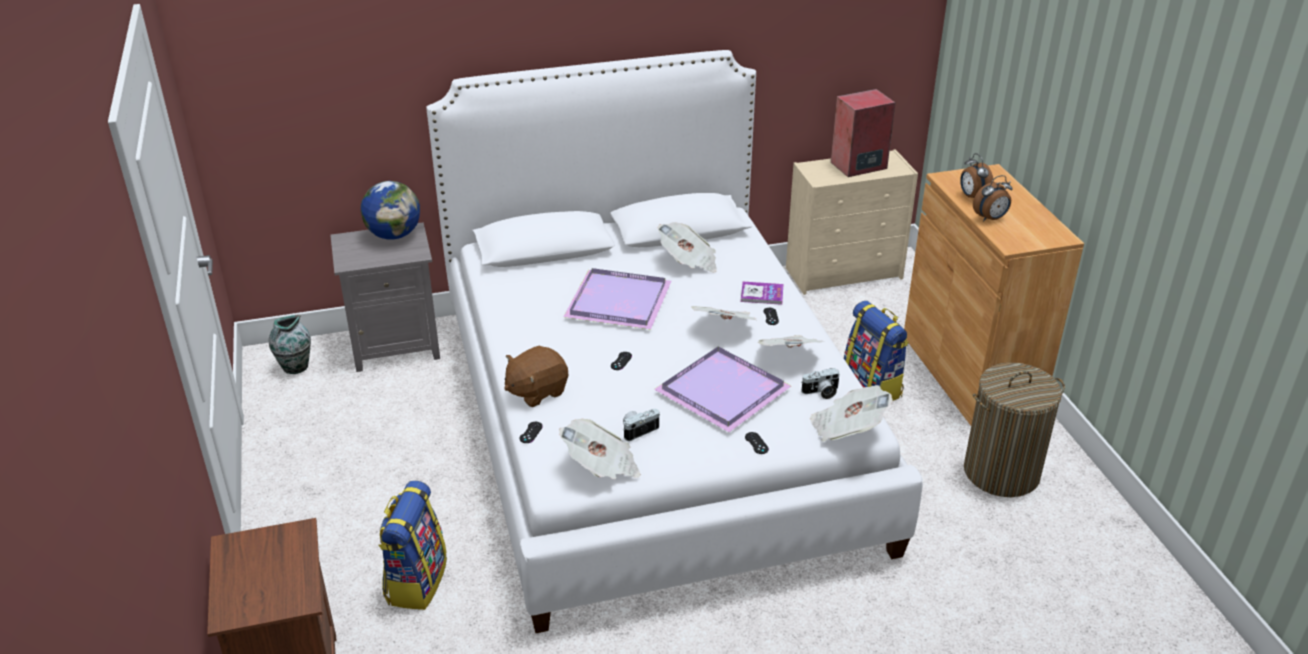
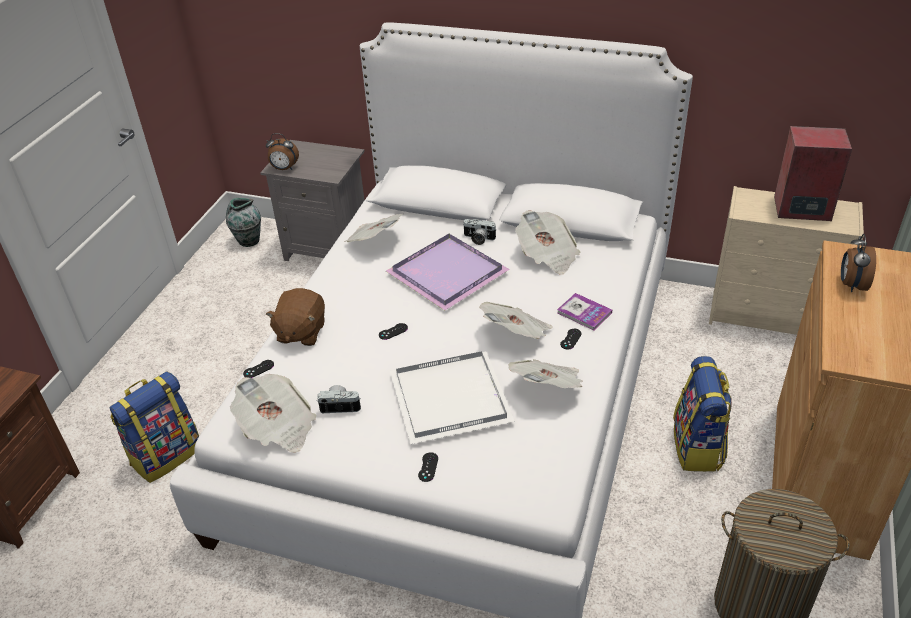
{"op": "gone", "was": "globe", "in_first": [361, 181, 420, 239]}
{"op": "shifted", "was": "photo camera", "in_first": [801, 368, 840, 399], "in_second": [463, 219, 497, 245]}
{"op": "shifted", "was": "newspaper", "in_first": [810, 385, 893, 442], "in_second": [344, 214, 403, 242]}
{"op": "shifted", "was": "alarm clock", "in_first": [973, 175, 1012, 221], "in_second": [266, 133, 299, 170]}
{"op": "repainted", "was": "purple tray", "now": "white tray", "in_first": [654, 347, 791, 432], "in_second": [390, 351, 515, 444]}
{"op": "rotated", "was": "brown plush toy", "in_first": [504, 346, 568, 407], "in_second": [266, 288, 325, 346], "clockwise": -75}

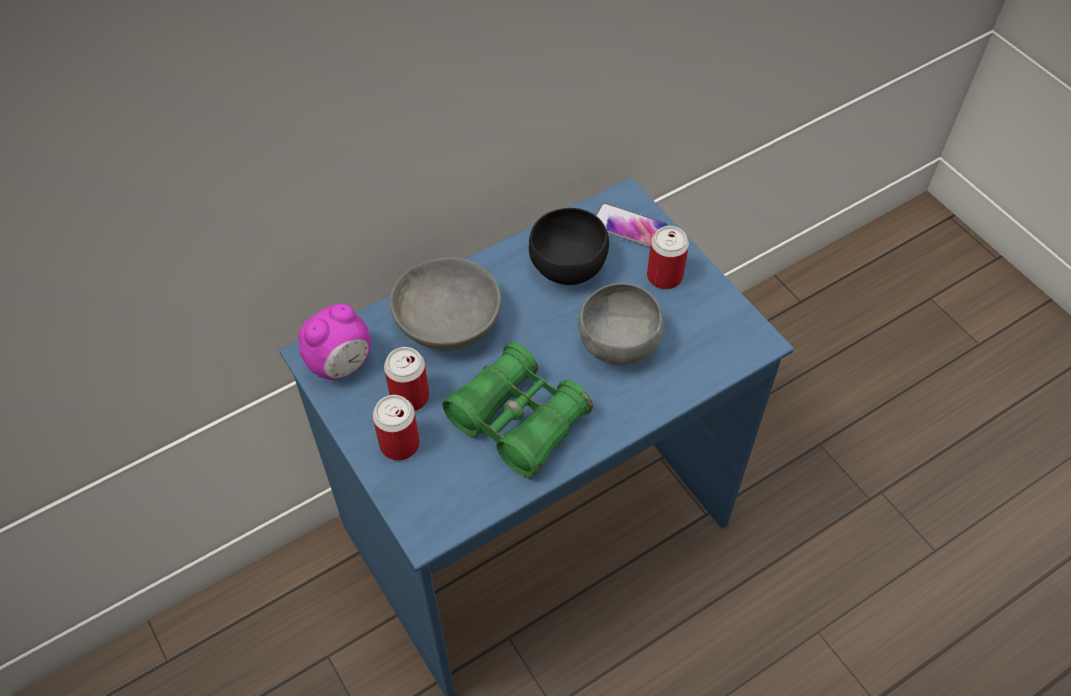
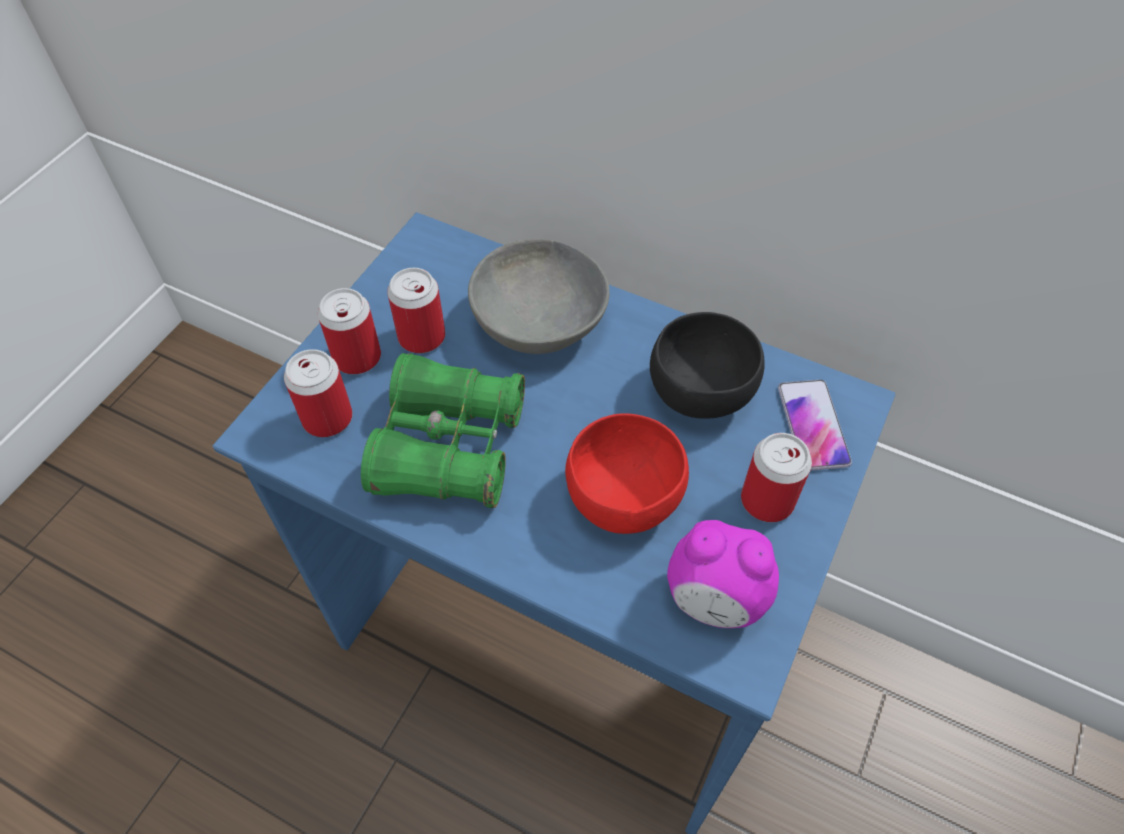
{"op": "new", "now": "can", "in_second": [284, 349, 352, 437]}
{"op": "shifted", "was": "alarm clock", "in_first": [298, 304, 371, 380], "in_second": [667, 520, 779, 628]}
{"op": "repainted", "was": "grey bowl", "now": "red bowl", "in_first": [578, 283, 664, 365], "in_second": [565, 413, 689, 534]}

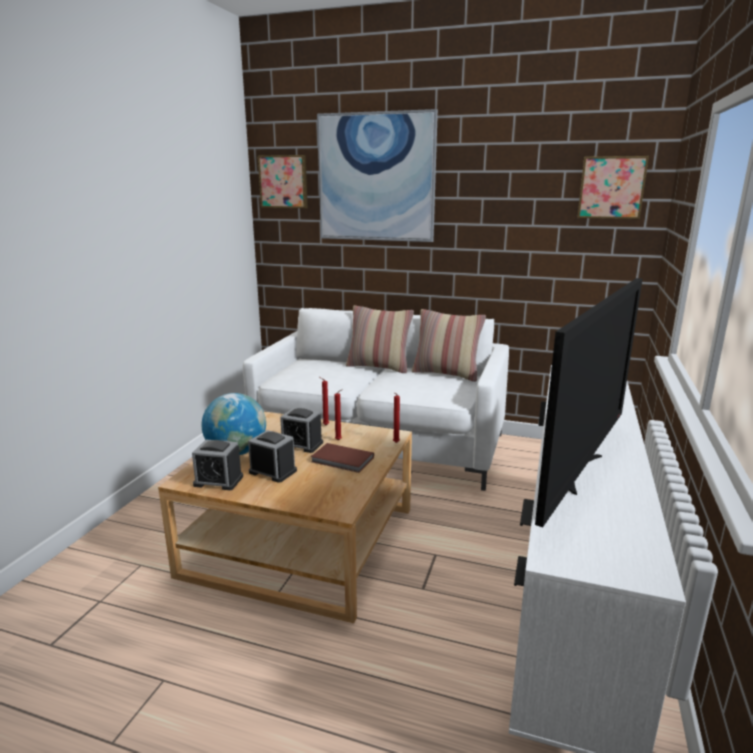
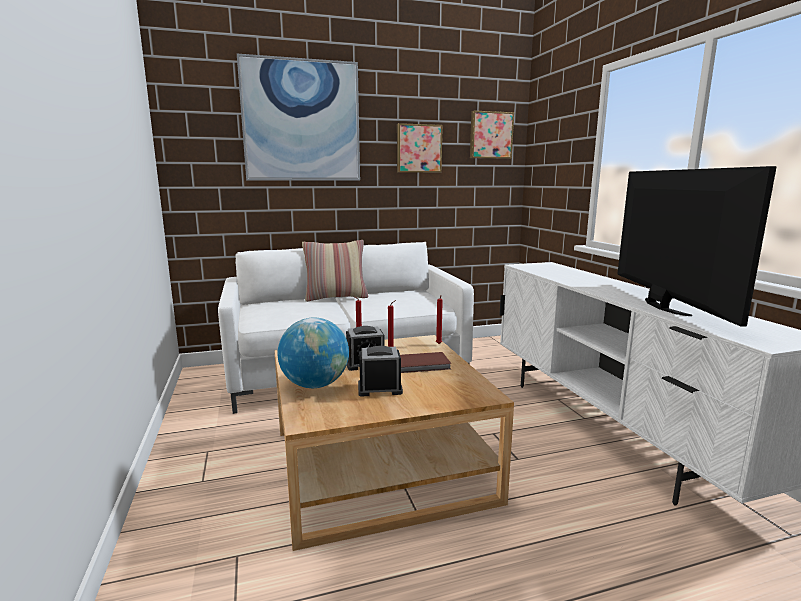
{"op": "gone", "was": "alarm clock", "in_first": [192, 440, 243, 490]}
{"op": "gone", "was": "pillow", "in_first": [412, 309, 486, 382]}
{"op": "shifted", "was": "picture", "in_first": [258, 155, 308, 208], "in_second": [397, 123, 443, 173]}

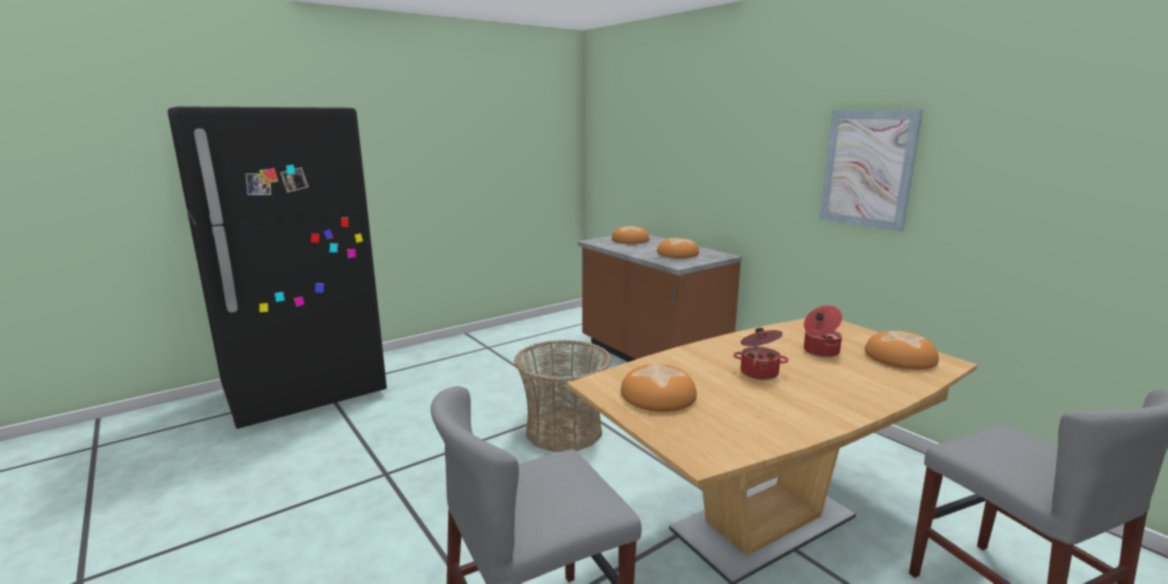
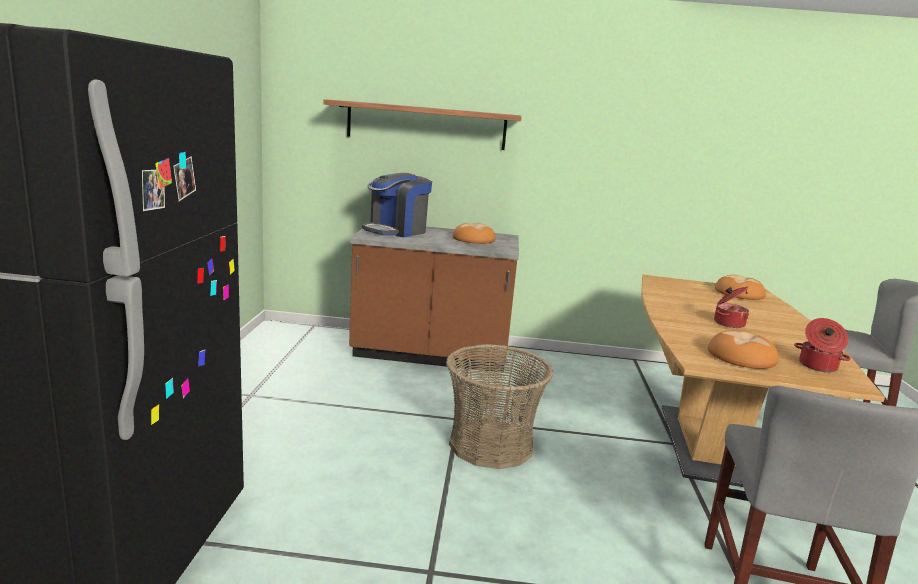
{"op": "gone", "was": "picture", "in_first": [820, 110, 923, 232]}
{"op": "new", "now": "shelf", "in_second": [323, 99, 522, 150]}
{"op": "shifted", "was": "cooking pot", "in_first": [804, 305, 842, 357], "in_second": [794, 318, 851, 372]}
{"op": "swapped", "was": "bread", "now": "coffee machine", "in_first": [612, 226, 649, 244], "in_second": [362, 173, 432, 237]}

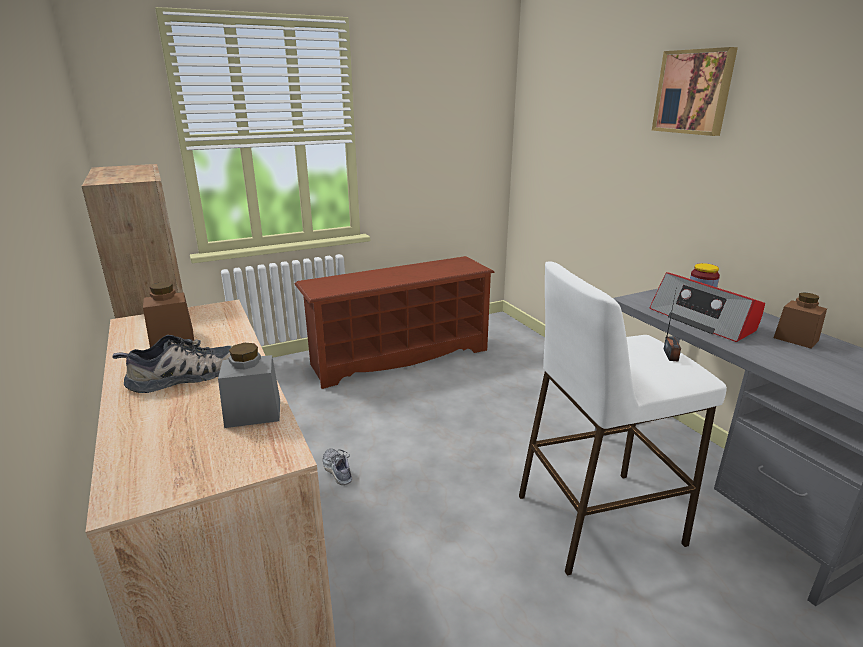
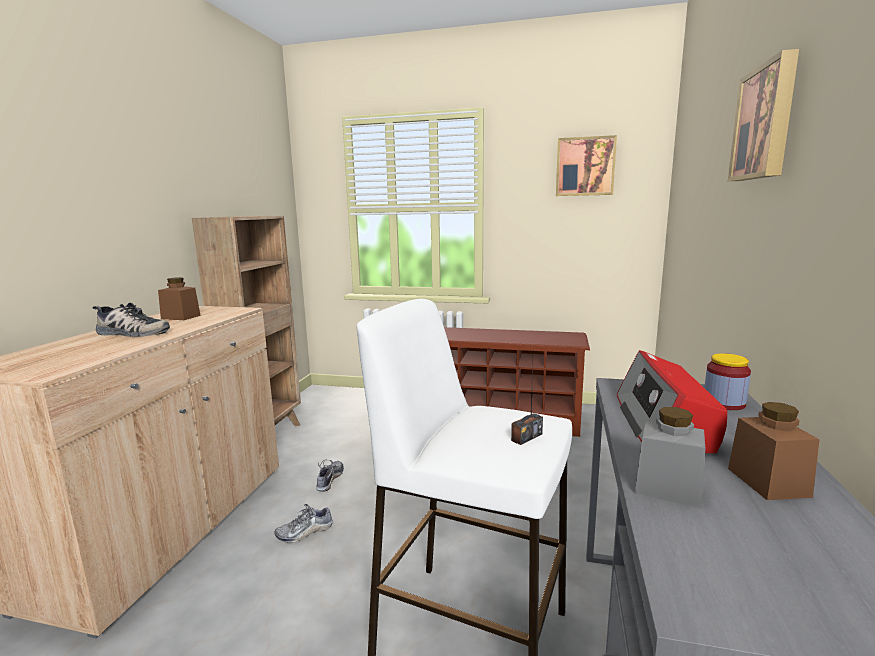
{"op": "new", "now": "shoe", "in_second": [275, 504, 333, 543]}
{"op": "new", "now": "picture", "in_second": [556, 135, 617, 196]}
{"op": "shifted", "was": "grey jar", "in_first": [218, 343, 280, 428], "in_second": [635, 407, 705, 508]}

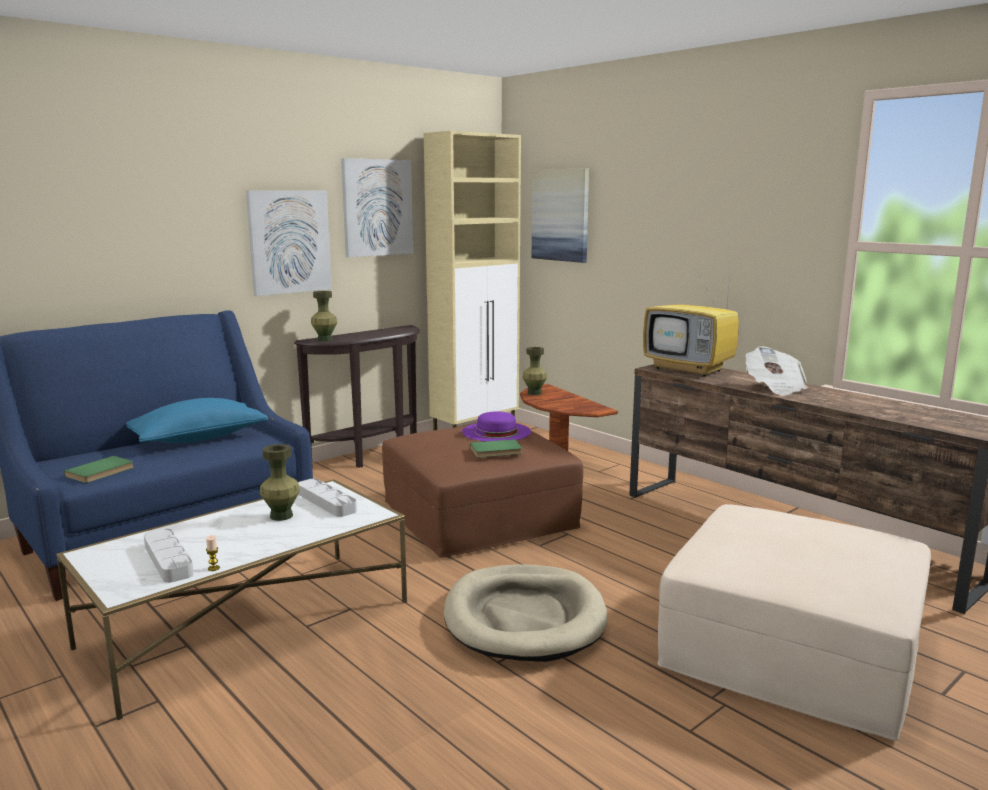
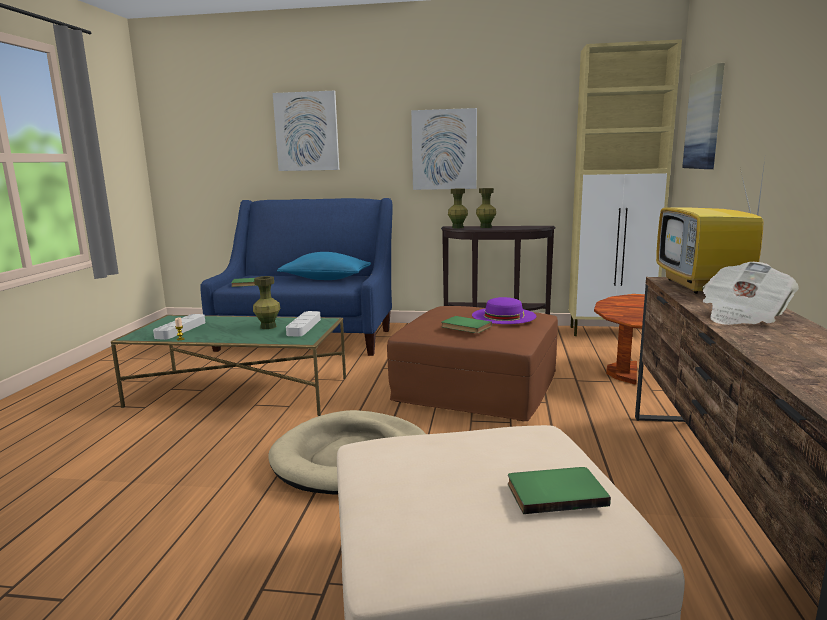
{"op": "new", "now": "green book", "in_second": [508, 467, 611, 514]}
{"op": "shifted", "was": "picture", "in_first": [341, 158, 413, 257], "in_second": [273, 91, 339, 171]}
{"op": "shifted", "was": "green vase", "in_first": [522, 347, 547, 395], "in_second": [476, 188, 496, 228]}
{"op": "repainted", "was": "white coffee table", "now": "green coffee table", "in_first": [56, 479, 407, 720], "in_second": [111, 315, 346, 416]}

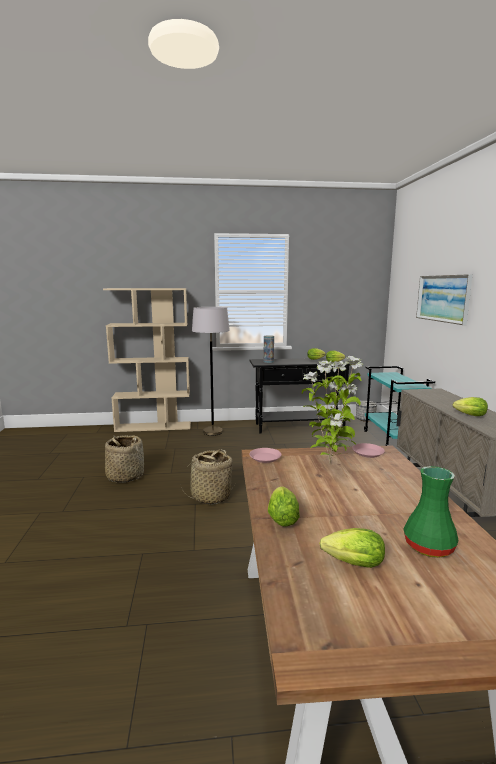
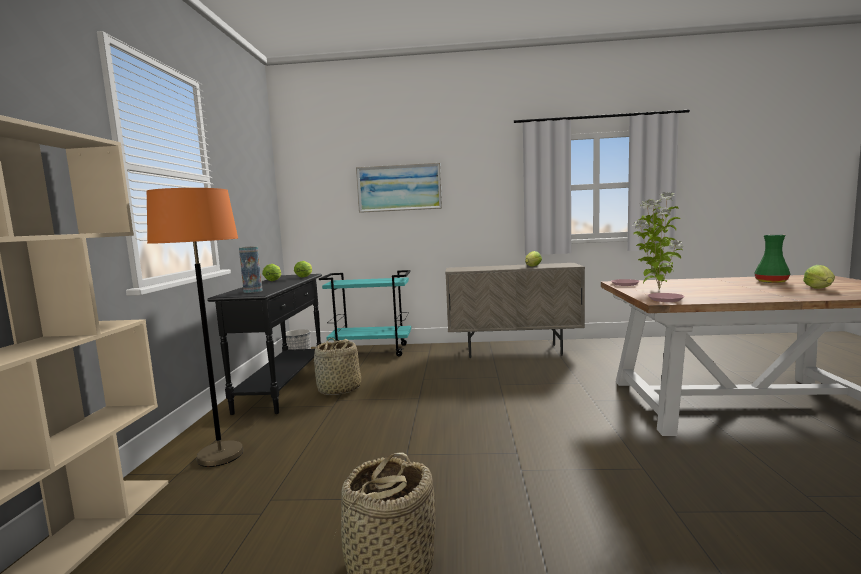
{"op": "gone", "was": "lettuce", "in_first": [268, 486, 300, 527]}
{"op": "shifted", "was": "basket", "in_first": [181, 449, 234, 504], "in_second": [314, 338, 361, 395]}
{"op": "repainted", "was": "grey floor lamp", "now": "orange floor lamp", "in_first": [192, 307, 230, 436], "in_second": [146, 188, 244, 467]}

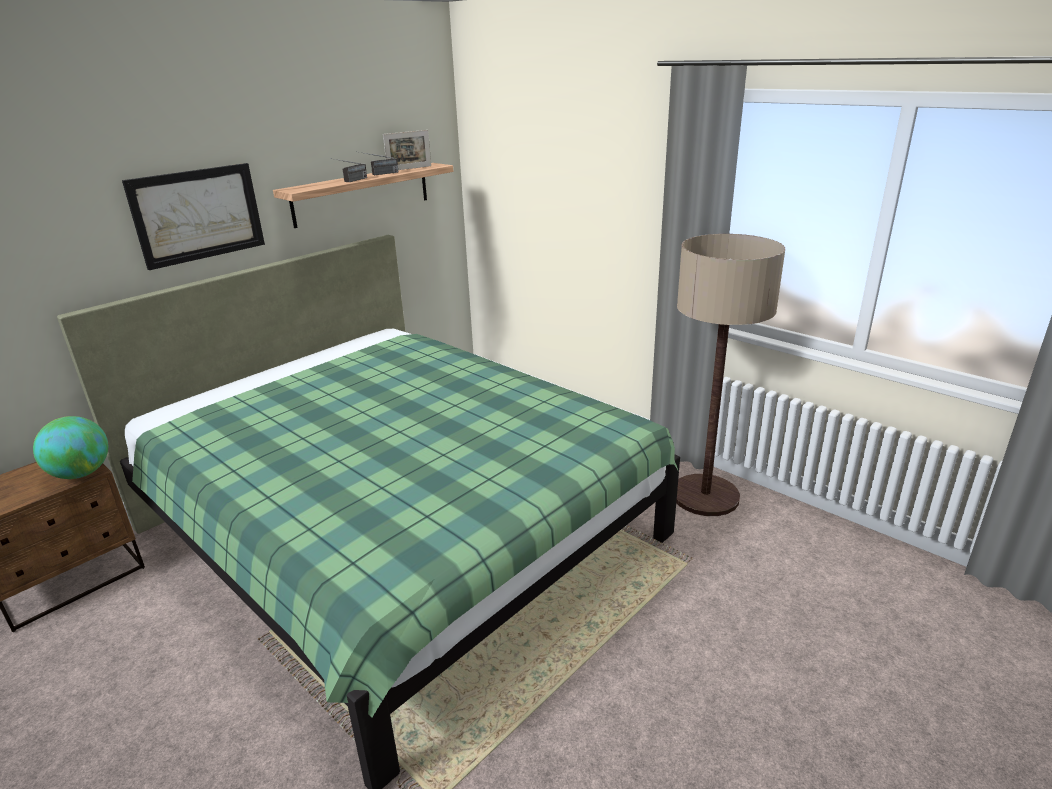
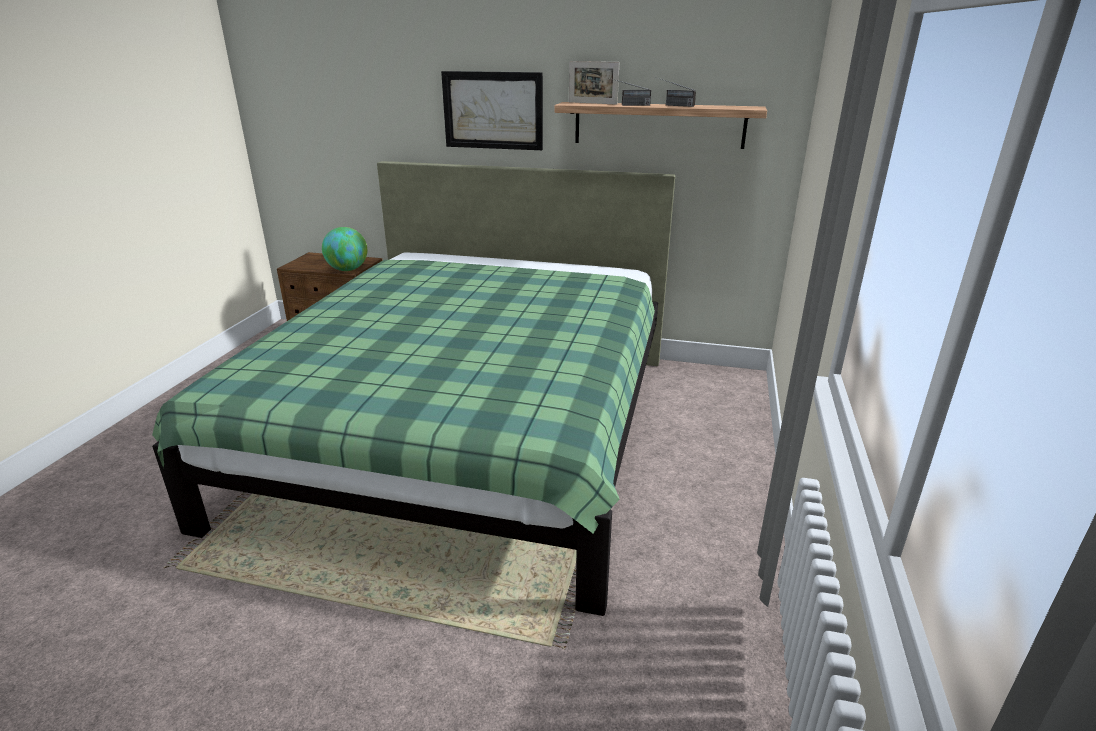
{"op": "gone", "was": "floor lamp", "in_first": [676, 234, 785, 516]}
{"op": "shifted", "was": "picture frame", "in_first": [383, 130, 431, 170], "in_second": [569, 61, 619, 105]}

